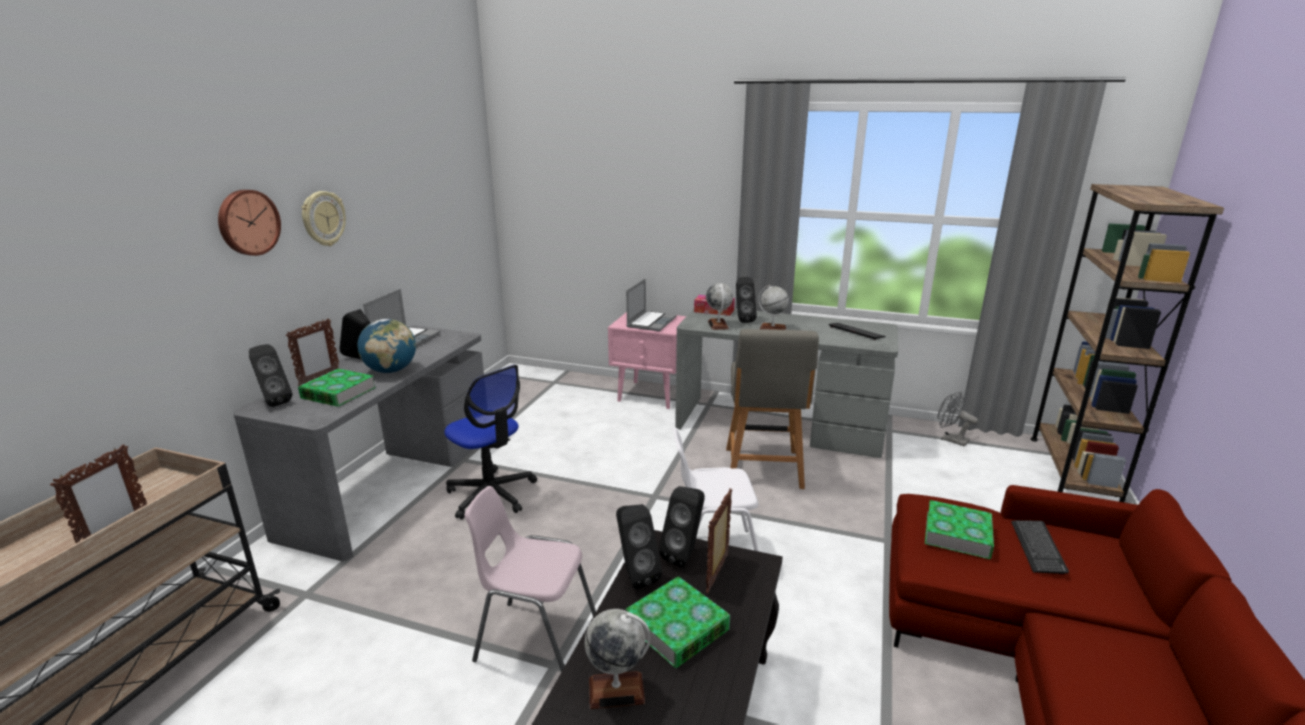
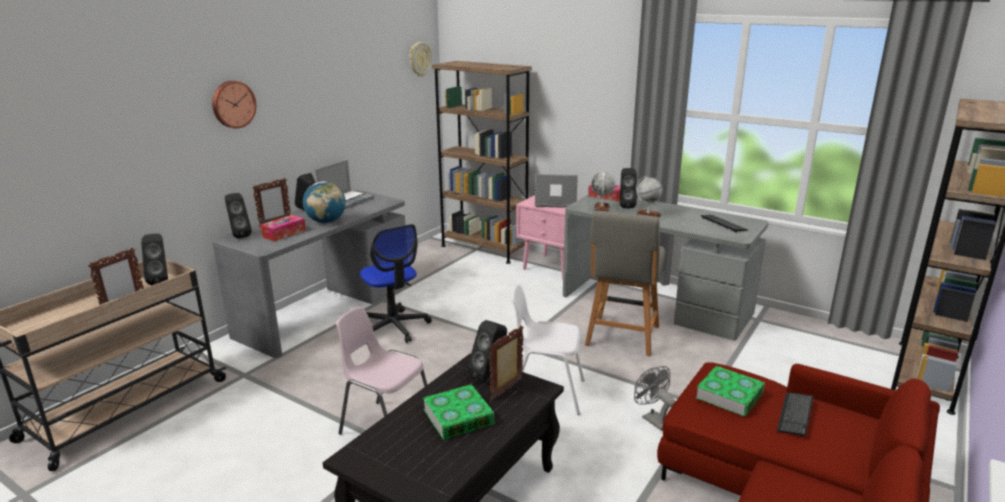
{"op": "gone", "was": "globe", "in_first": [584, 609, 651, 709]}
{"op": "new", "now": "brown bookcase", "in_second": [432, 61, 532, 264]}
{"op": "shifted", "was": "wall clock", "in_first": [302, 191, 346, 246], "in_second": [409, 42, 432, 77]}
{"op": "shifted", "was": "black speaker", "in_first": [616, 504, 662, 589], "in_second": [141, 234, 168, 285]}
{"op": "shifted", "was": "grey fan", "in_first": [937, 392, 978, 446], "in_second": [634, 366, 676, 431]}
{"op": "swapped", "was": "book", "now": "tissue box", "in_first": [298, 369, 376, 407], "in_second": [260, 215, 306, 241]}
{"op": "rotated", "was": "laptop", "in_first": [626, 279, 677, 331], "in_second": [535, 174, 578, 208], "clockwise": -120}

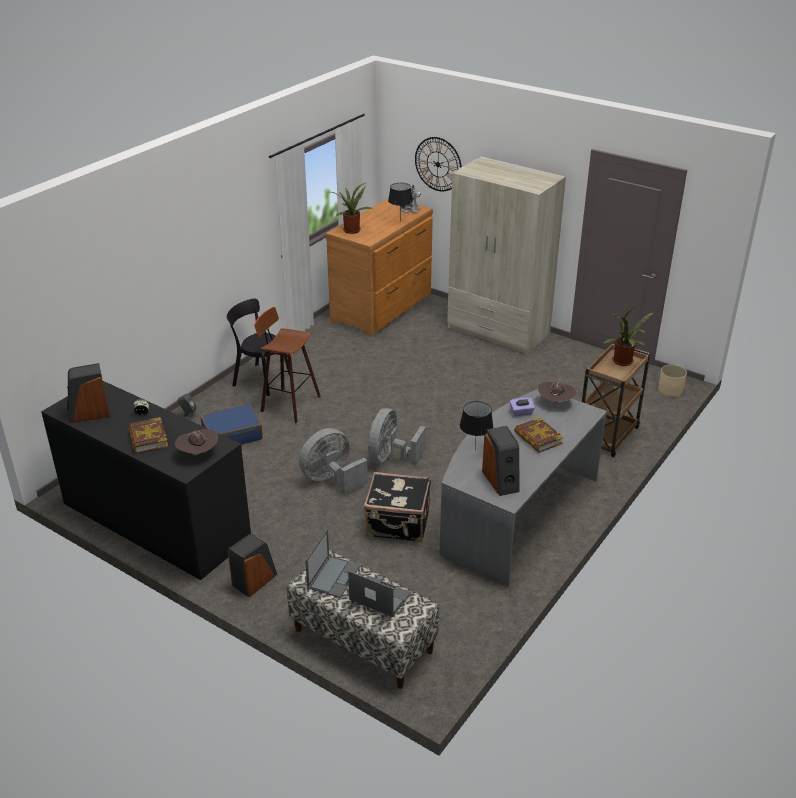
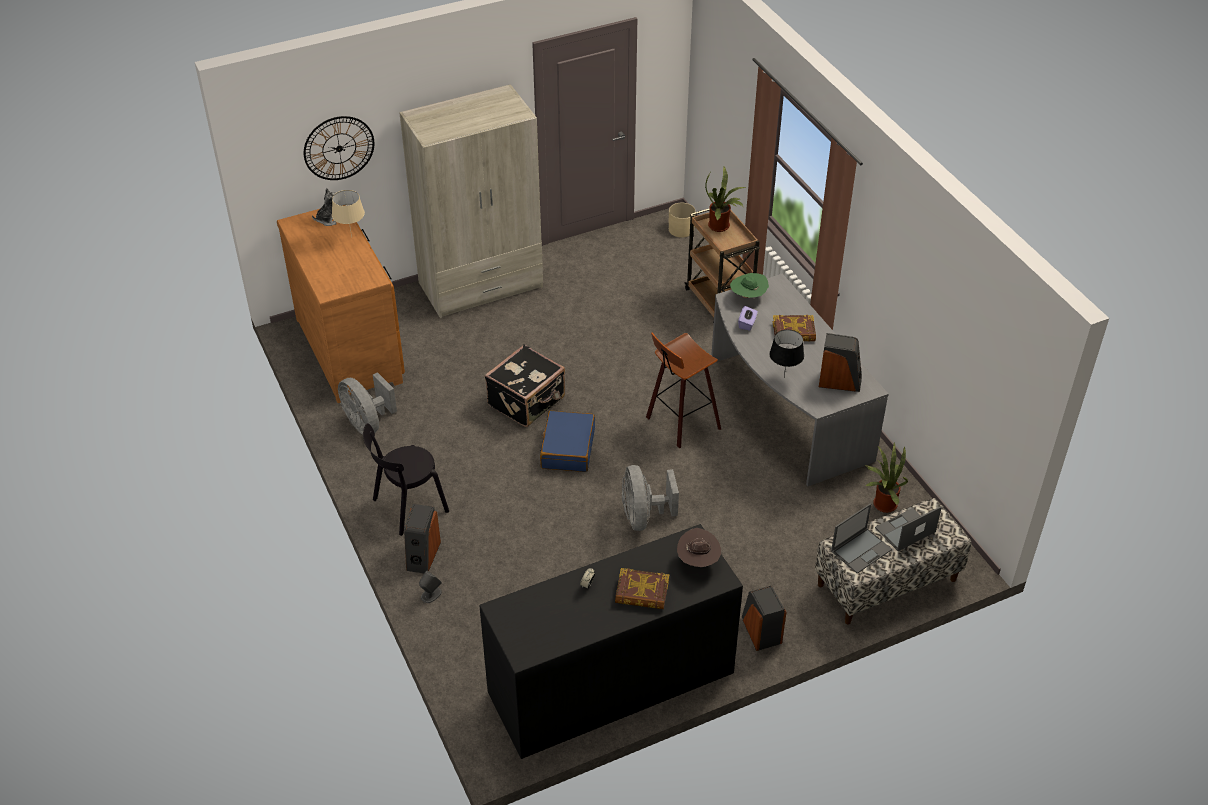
{"op": "shifted", "was": "speaker", "in_first": [67, 363, 110, 423], "in_second": [404, 504, 441, 573]}
{"op": "shifted", "was": "blue suitcase", "in_first": [200, 404, 263, 445], "in_second": [540, 411, 595, 472]}
{"op": "shifted", "was": "stool", "in_first": [254, 307, 320, 423], "in_second": [646, 332, 721, 449]}
{"op": "shifted", "was": "potted plant", "in_first": [330, 182, 372, 234], "in_second": [864, 442, 908, 513]}
{"op": "shifted", "was": "black suitcase", "in_first": [364, 472, 431, 542], "in_second": [485, 344, 565, 427]}
{"op": "shifted", "was": "grey fan", "in_first": [368, 408, 426, 465], "in_second": [338, 372, 397, 435]}
{"op": "repainted", "was": "black table lamp", "now": "beige table lamp", "in_first": [388, 183, 413, 222], "in_second": [332, 190, 365, 237]}
{"op": "repainted", "was": "brown hat", "now": "green hat", "in_first": [537, 382, 577, 406], "in_second": [730, 273, 769, 298]}
{"op": "rotated", "was": "laptop", "in_first": [305, 529, 361, 598], "in_second": [831, 503, 892, 573], "clockwise": 90}

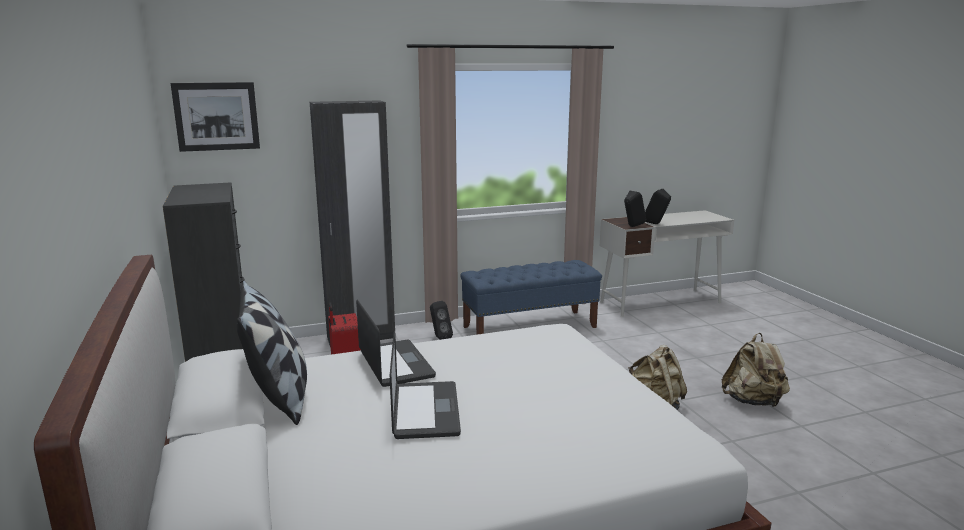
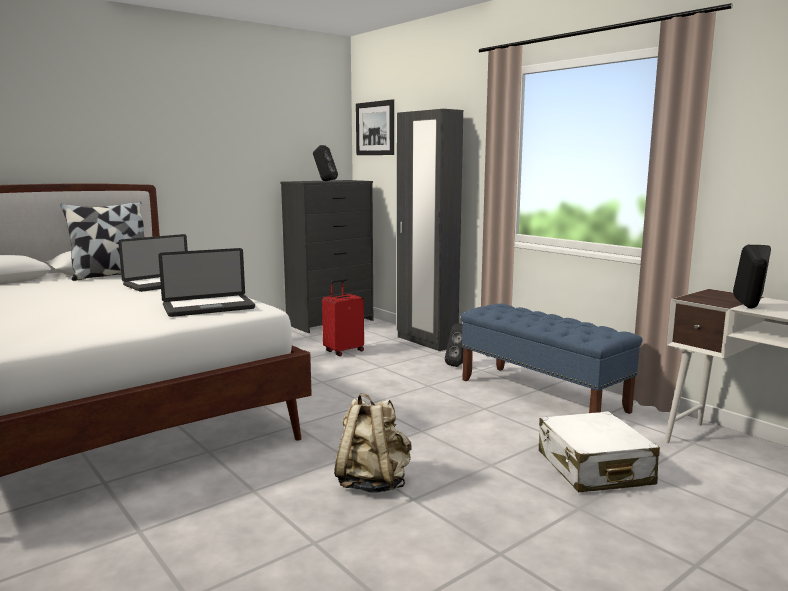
{"op": "gone", "was": "beige backpack", "in_first": [722, 333, 790, 407]}
{"op": "new", "now": "white suitcase", "in_second": [539, 411, 660, 492]}
{"op": "shifted", "was": "laptop", "in_first": [390, 331, 461, 439], "in_second": [158, 248, 255, 317]}
{"op": "shifted", "was": "black speaker", "in_first": [624, 191, 646, 227], "in_second": [313, 145, 338, 181]}

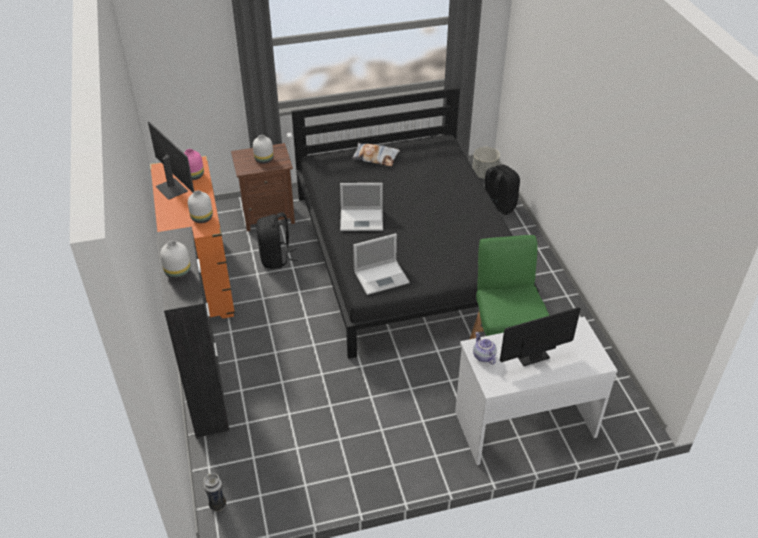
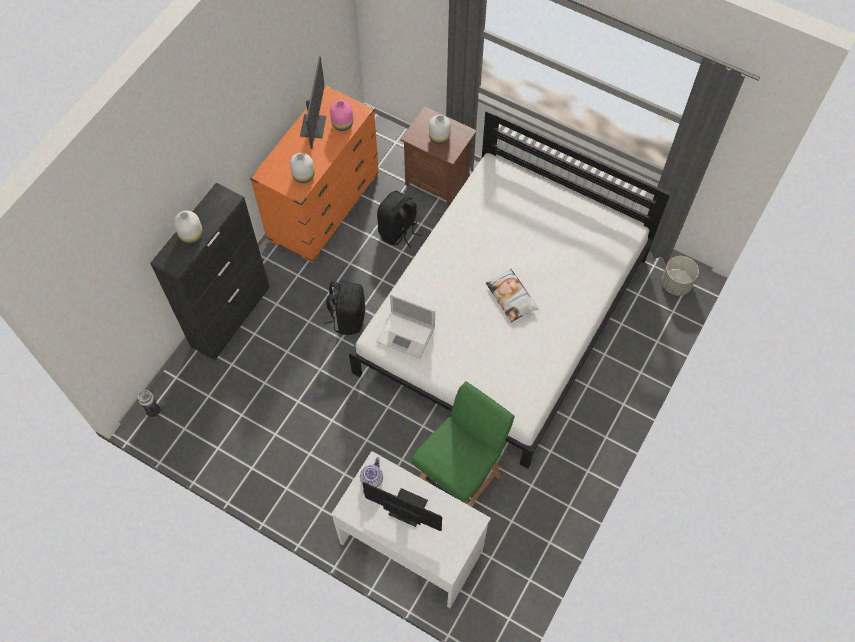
{"op": "gone", "was": "laptop", "in_first": [340, 183, 383, 231]}
{"op": "shifted", "was": "pillow", "in_first": [351, 143, 400, 166], "in_second": [486, 268, 538, 322]}
{"op": "shifted", "was": "black backpack", "in_first": [485, 165, 520, 215], "in_second": [324, 281, 365, 335]}
{"op": "repainted", "was": "black bed", "now": "white bed", "in_first": [292, 87, 539, 359], "in_second": [349, 109, 671, 469]}

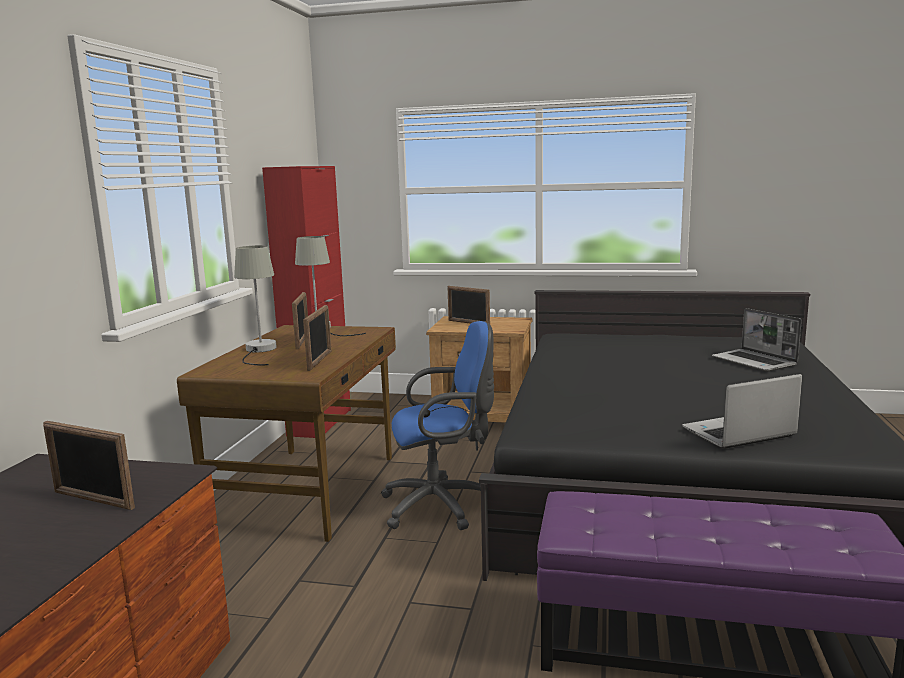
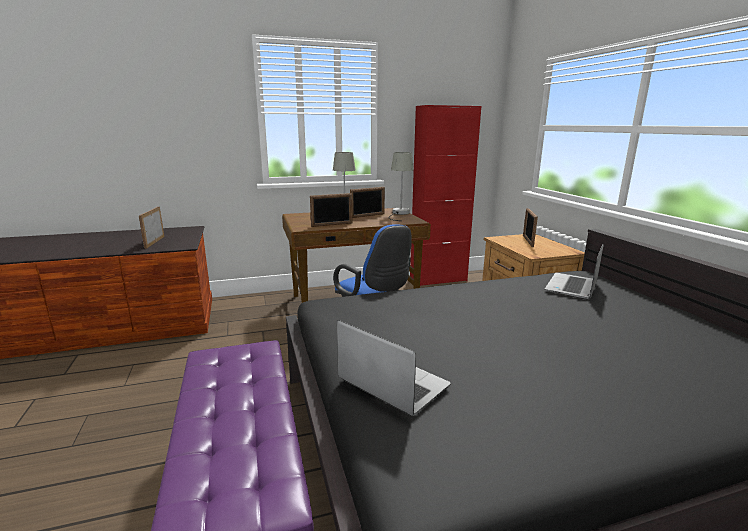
{"op": "shifted", "was": "laptop", "in_first": [712, 308, 802, 371], "in_second": [545, 244, 604, 300]}

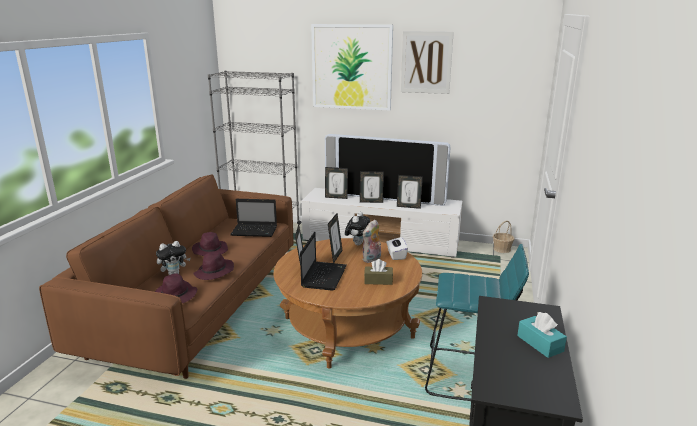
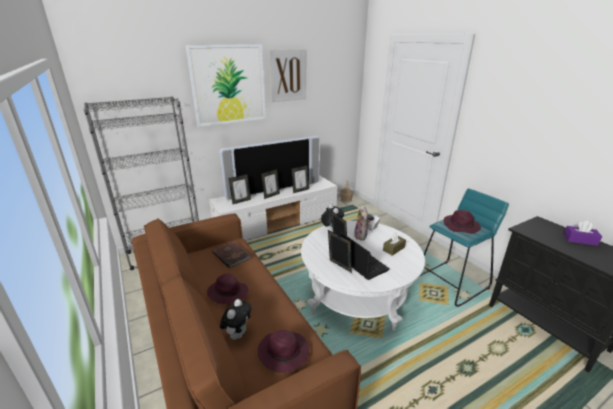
{"op": "shifted", "was": "purple hat", "in_first": [193, 252, 234, 280], "in_second": [443, 210, 481, 233]}
{"op": "swapped", "was": "laptop", "now": "brown book", "in_first": [230, 199, 277, 237], "in_second": [212, 241, 251, 269]}
{"op": "repainted", "was": "brown coffee table", "now": "white coffee table", "in_first": [274, 238, 422, 369], "in_second": [301, 221, 425, 331]}
{"op": "repainted", "was": "turquoise tissue box", "now": "purple tissue box", "in_first": [517, 312, 567, 358], "in_second": [564, 221, 602, 246]}

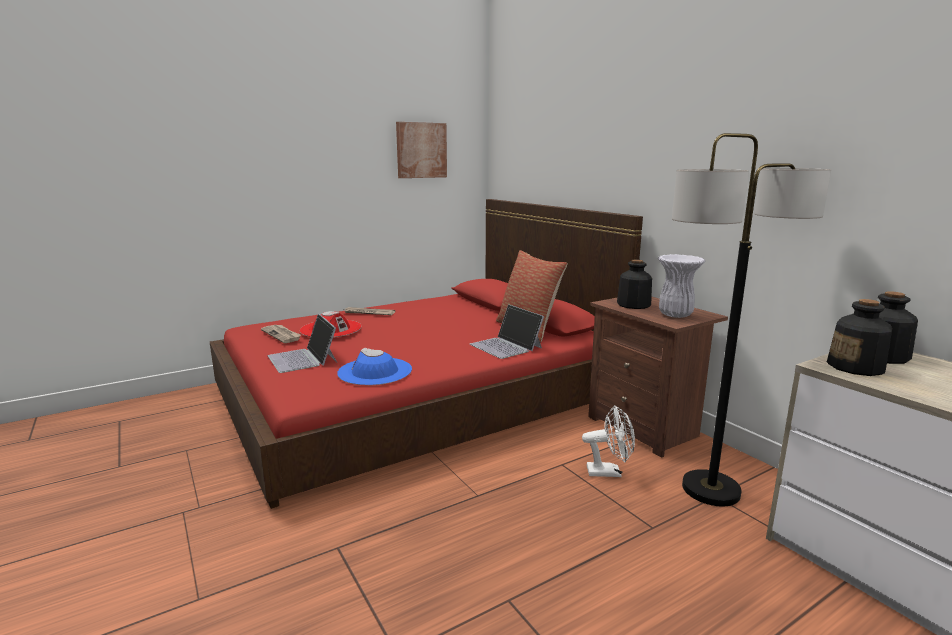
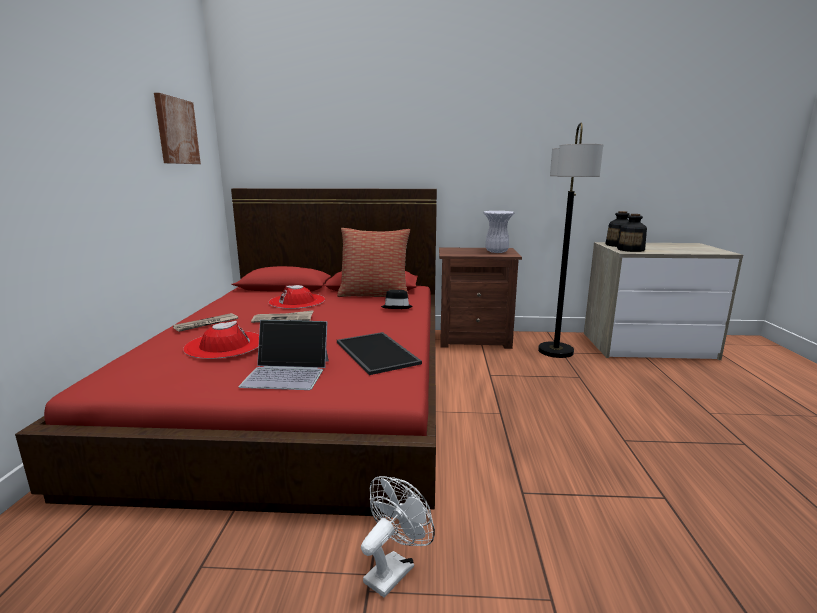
{"op": "gone", "was": "bottle", "in_first": [617, 260, 652, 309]}
{"op": "new", "now": "red hat", "in_second": [268, 285, 325, 309]}
{"op": "shifted", "was": "newspaper", "in_first": [261, 325, 301, 343], "in_second": [251, 310, 314, 323]}
{"op": "shifted", "was": "white fan", "in_first": [582, 406, 635, 477], "in_second": [361, 476, 435, 598]}
{"op": "swapped", "was": "blue hat", "now": "tray", "in_first": [337, 348, 412, 385], "in_second": [337, 332, 422, 375]}
{"op": "swapped", "was": "laptop", "now": "black hat", "in_first": [470, 304, 544, 359], "in_second": [381, 290, 413, 309]}

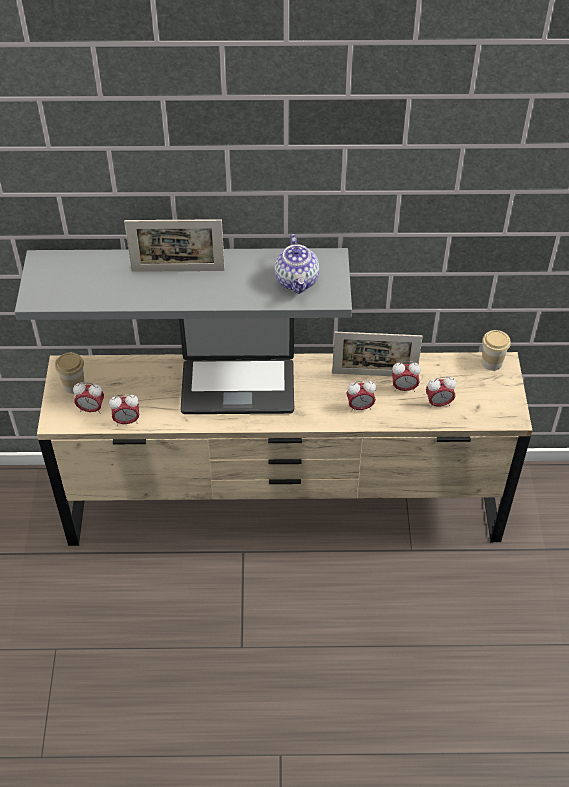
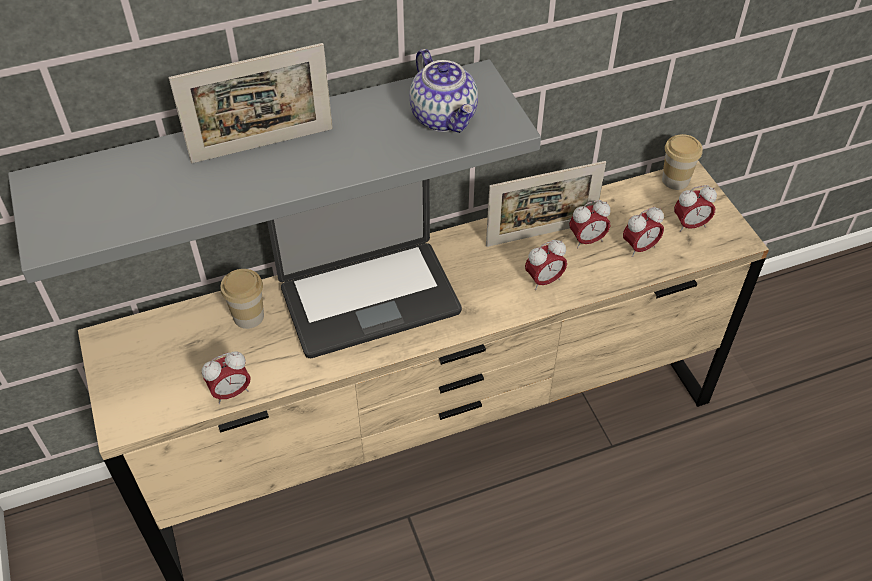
{"op": "shifted", "was": "cup", "in_first": [55, 353, 85, 394], "in_second": [220, 269, 264, 329]}
{"op": "shifted", "was": "alarm clock", "in_first": [73, 382, 104, 414], "in_second": [674, 185, 717, 232]}

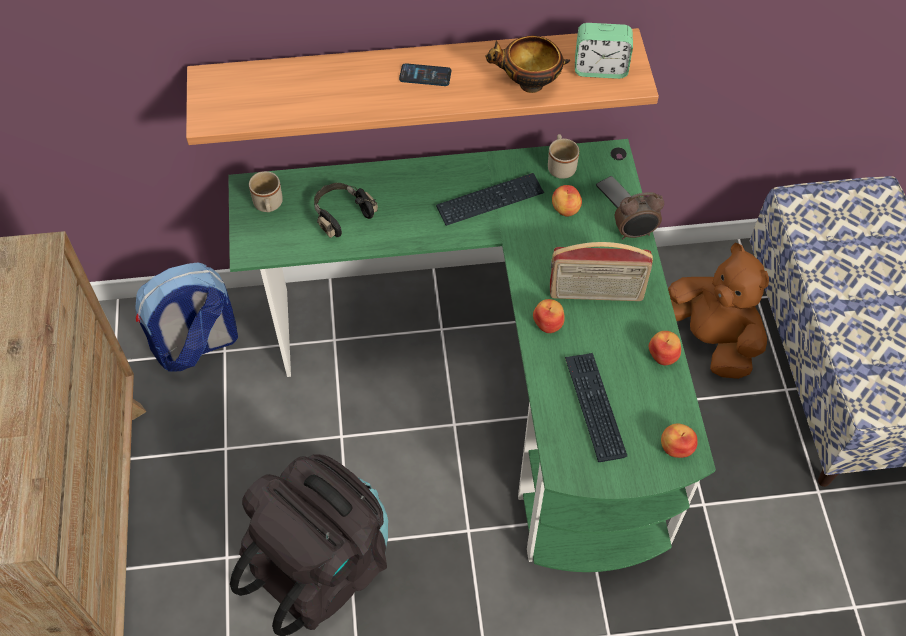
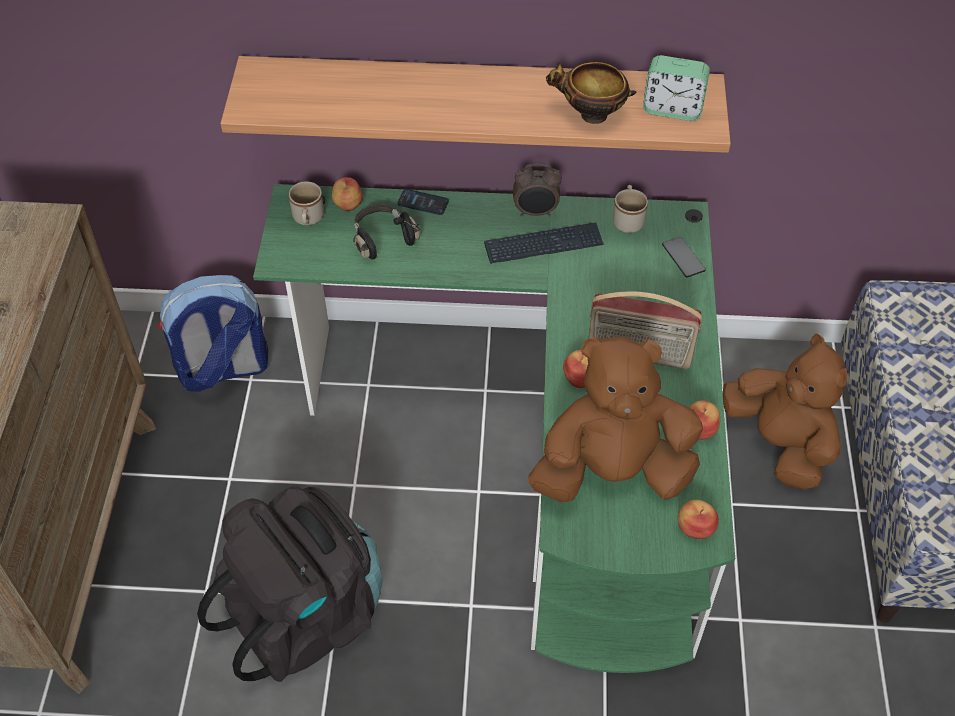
{"op": "shifted", "was": "phone", "in_first": [399, 63, 451, 86], "in_second": [398, 189, 449, 215]}
{"op": "shifted", "was": "apple", "in_first": [552, 185, 582, 217], "in_second": [332, 177, 363, 211]}
{"op": "shifted", "was": "alarm clock", "in_first": [615, 192, 664, 239], "in_second": [513, 164, 562, 216]}
{"op": "swapped", "was": "keyboard", "now": "brown plush toy", "in_first": [565, 353, 627, 462], "in_second": [528, 337, 703, 502]}

